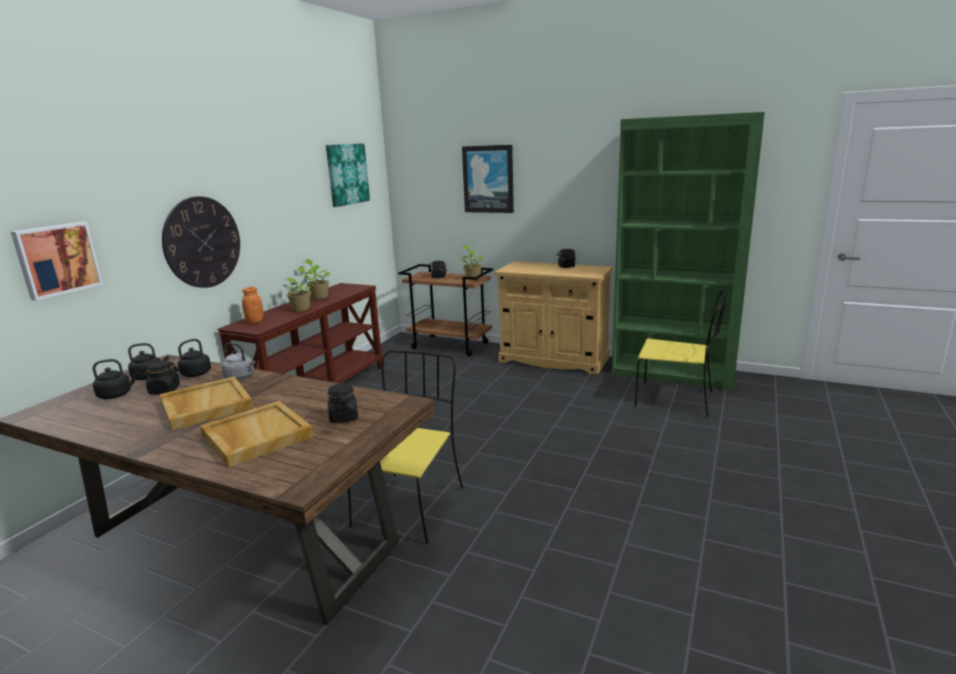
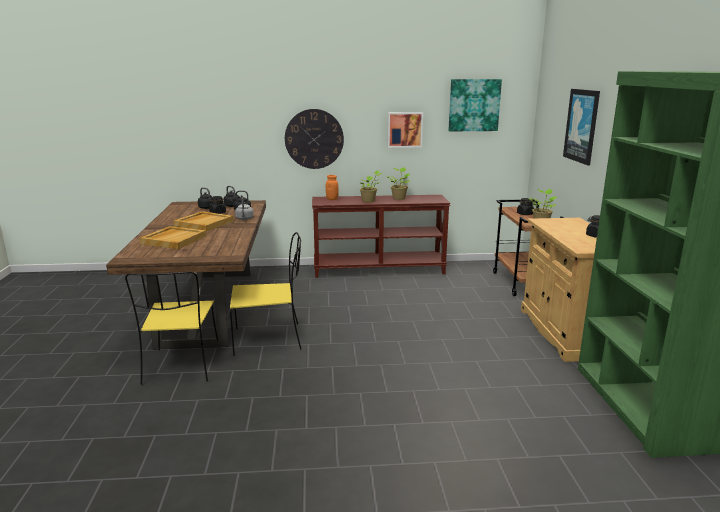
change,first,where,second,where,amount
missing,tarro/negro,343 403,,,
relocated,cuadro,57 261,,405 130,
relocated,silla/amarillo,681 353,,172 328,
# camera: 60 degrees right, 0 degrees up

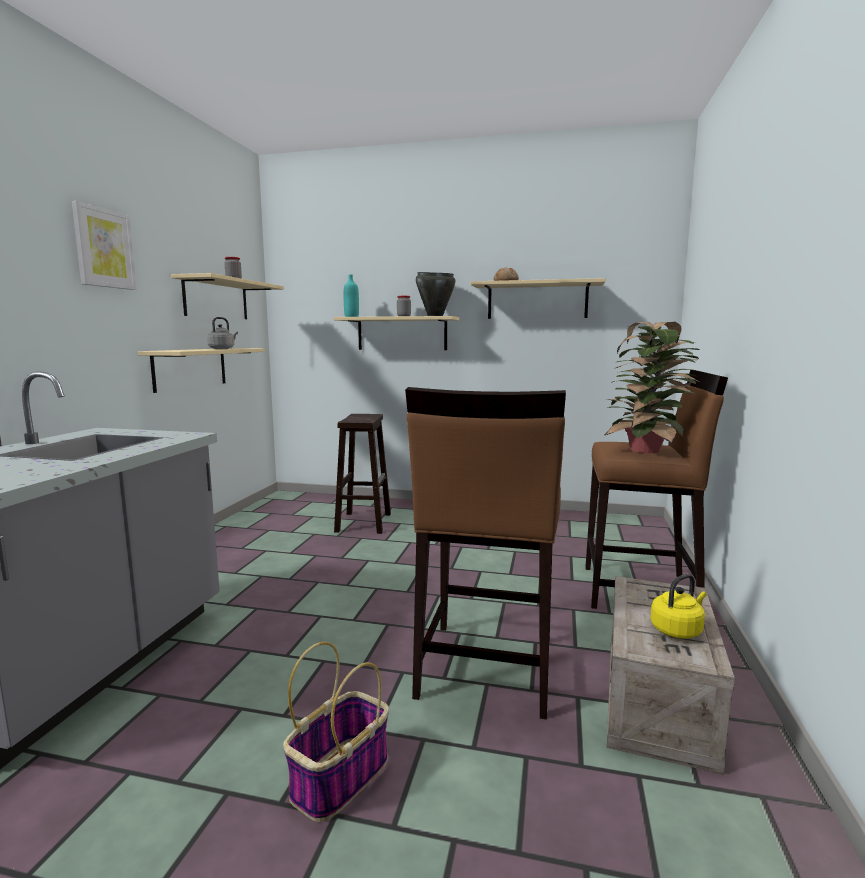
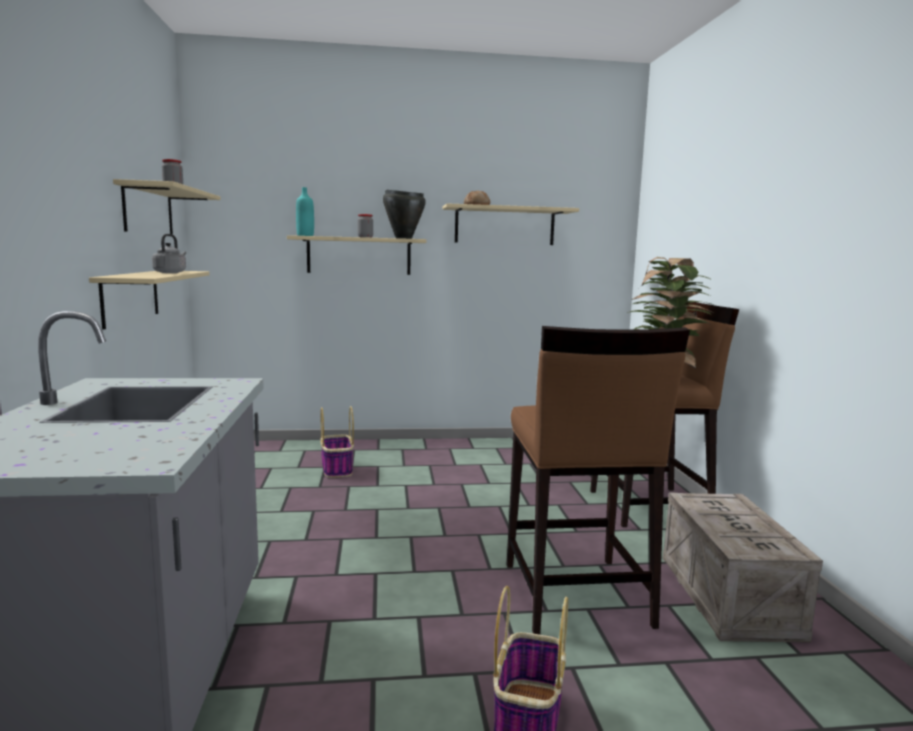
change,first,where,second,where,amount
missing,cuadro,104 245,,,
missing,hervidor/amarillo,678 606,,,
exchanged,taburete/marrón,362 474,cesta,337 442,
# camera: 20 degrees left, 0 degrees up

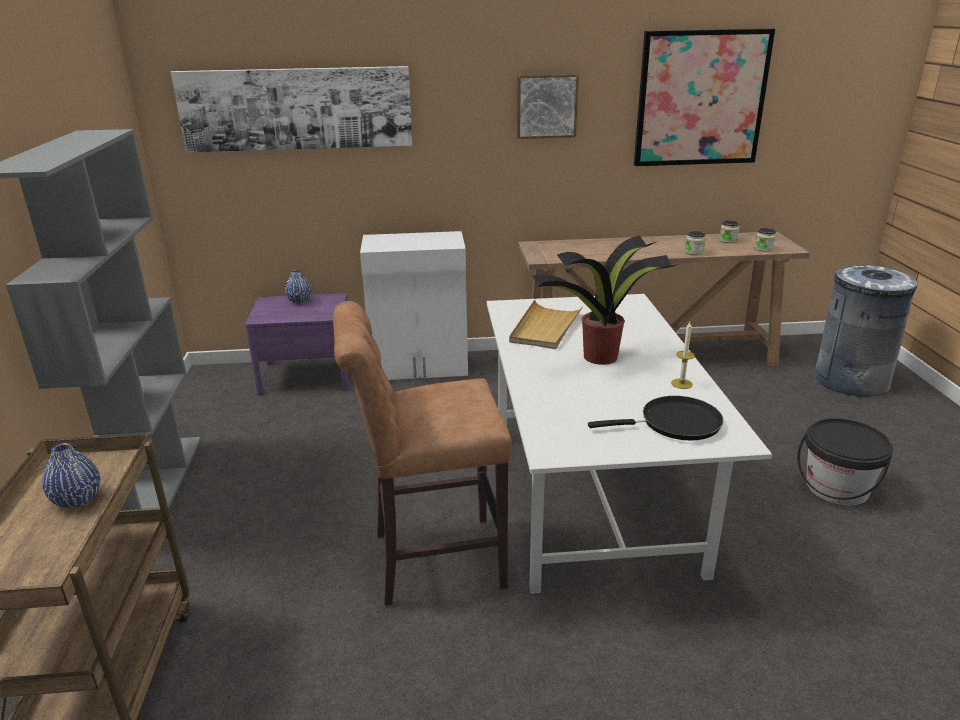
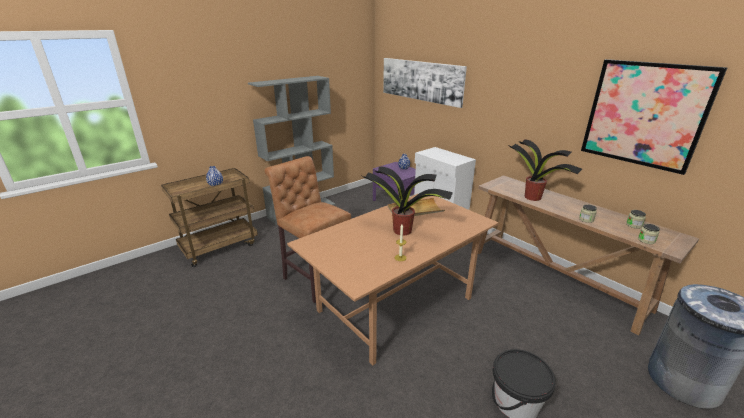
change,first,where,second,where,amount
missing,cuadro,548 106,,,
missing,sartén/negro,655 418,,,
appeared,,,planta en maceta,544 170,
colour,mesa de comedor/blanco,629 444,mesa de comedor/marrón,393 279,
# camera: 55 degrees right, 0 degrees up

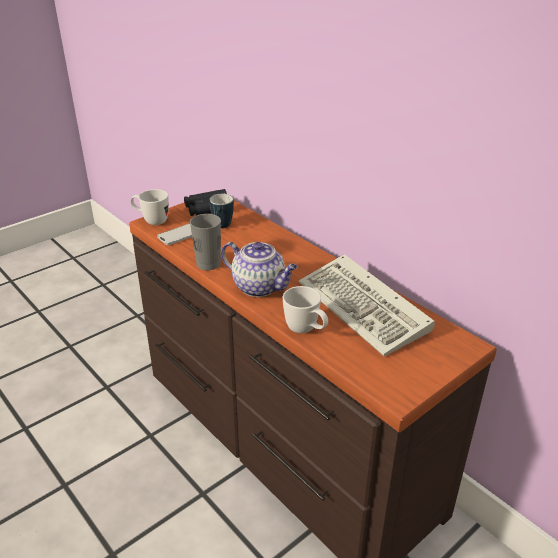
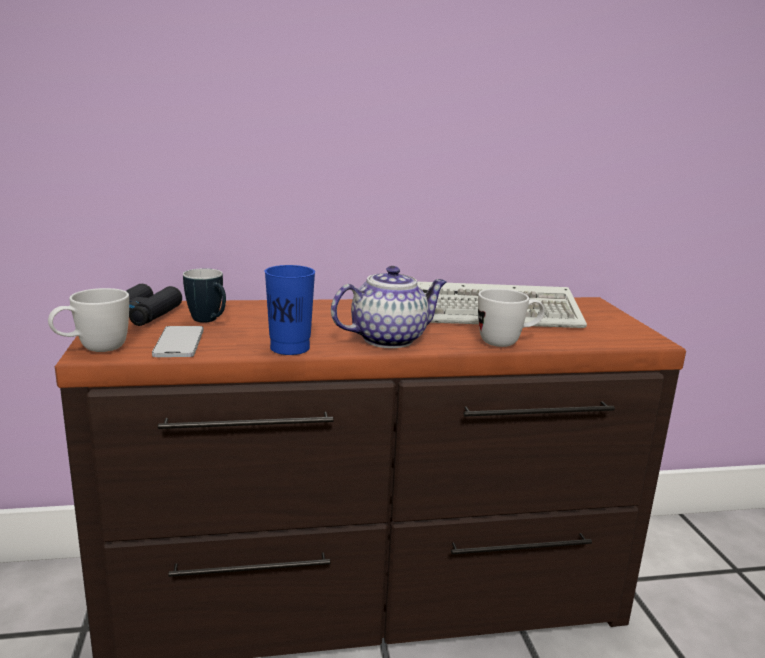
change,first,where,second,where,amount
colour,taza/gris,205 242,taza/azul,290 310,
# camera: 60 degrees left, 15 degrees down

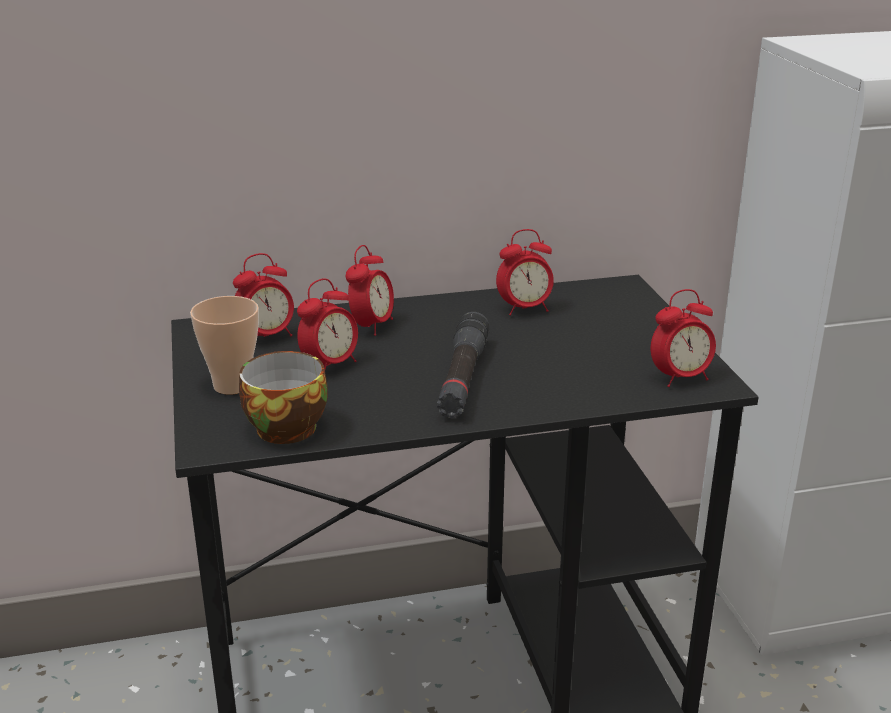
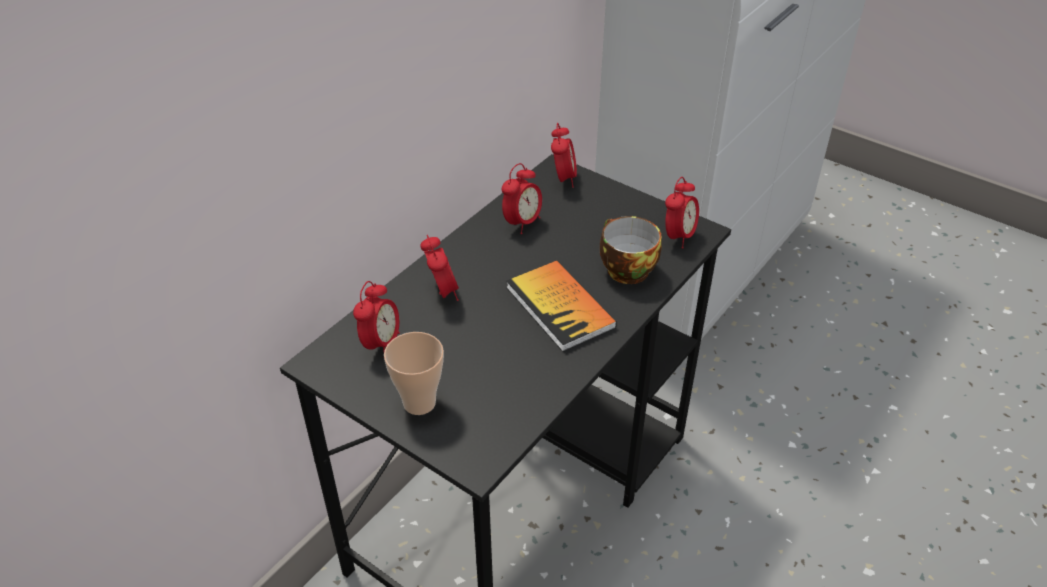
change,first,where,second,where,amount
relocated,taza,283 397,,631 250,
relocated,despertador,327 323,,564 155,
exchanged,linterna/negro,463 365,libro,561 306,
# camera: 40 degrees left, 15 degrees up

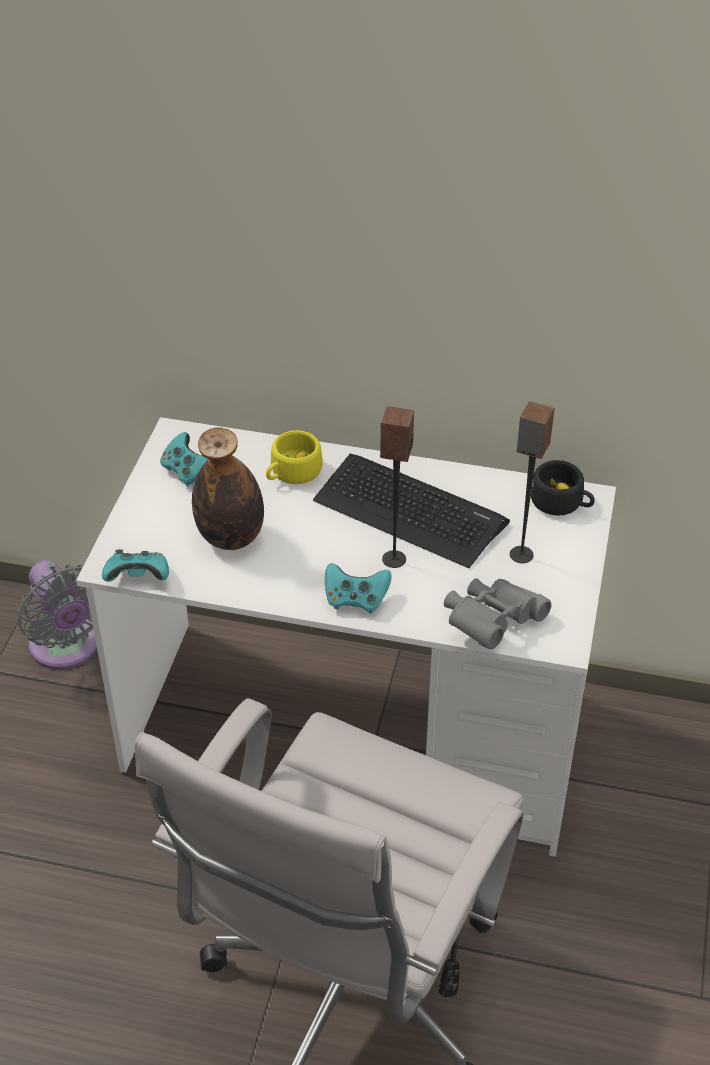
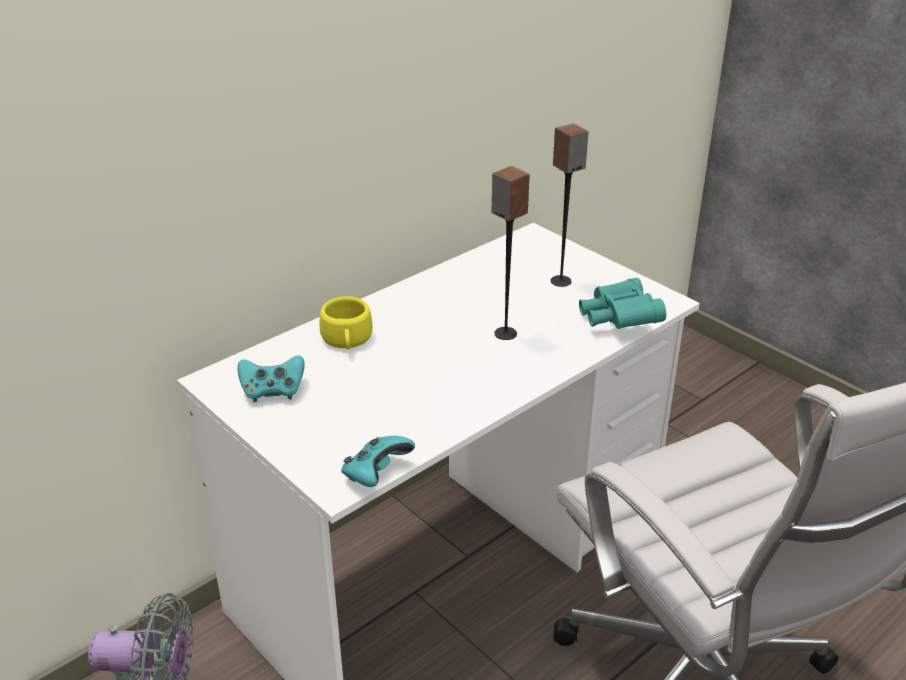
change,first,where,second,where,amount
missing,botella,228 488,,,
missing,teclado,411 511,,,
missing,mando de consola/turquesa,358 588,,,
missing,taza/negro,563 488,,,
colour,prismáticos/gris,497 613,prismáticos/turquesa,622 303,
# camera: 55 degrees left, 10 degrees down

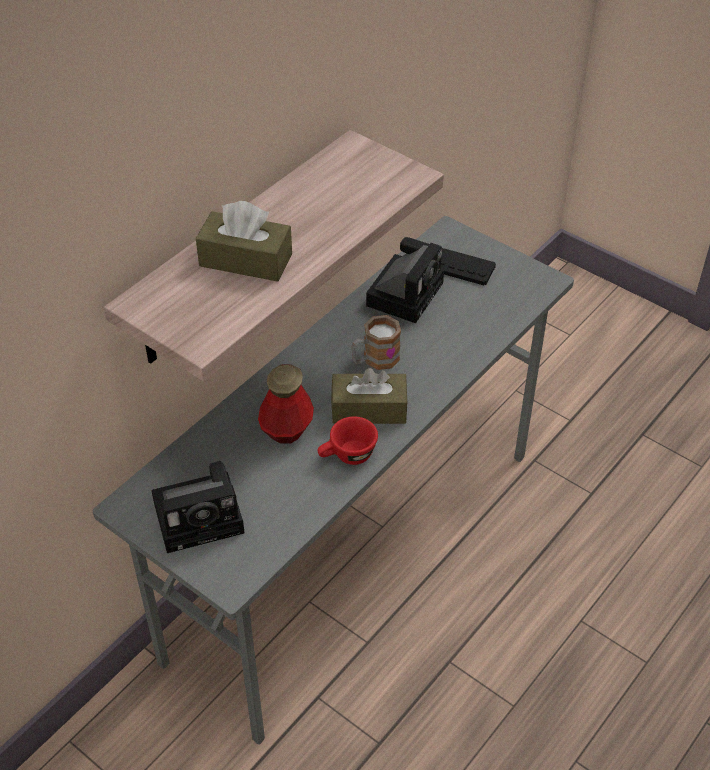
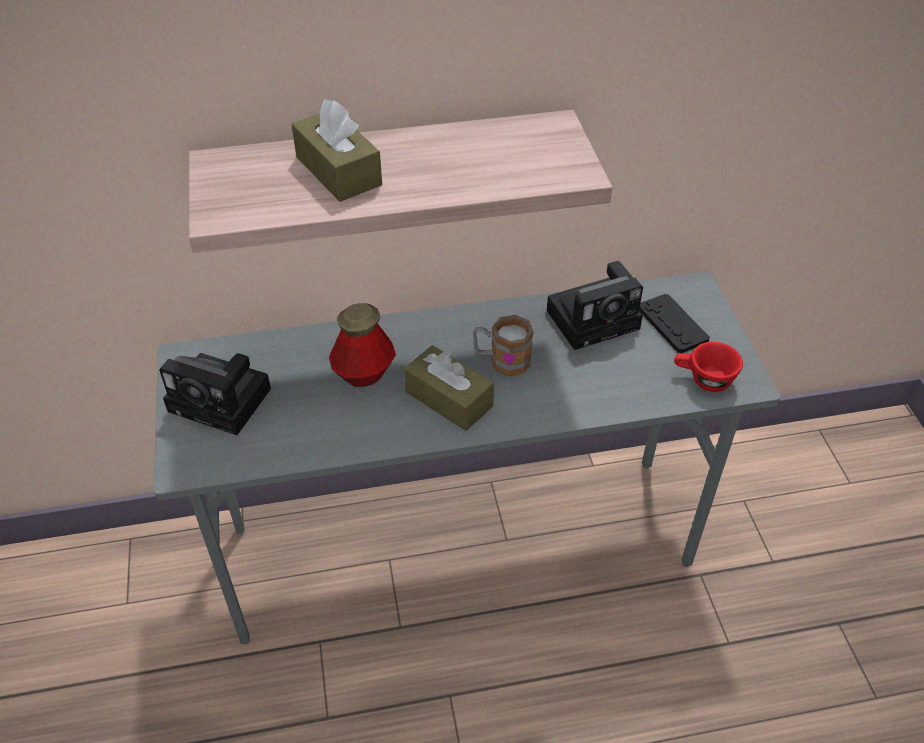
change,first,where,second,where,amount
relocated,taza/rojo,348 440,,708 367,
# camera: 40 degrees right, 0 degrees up

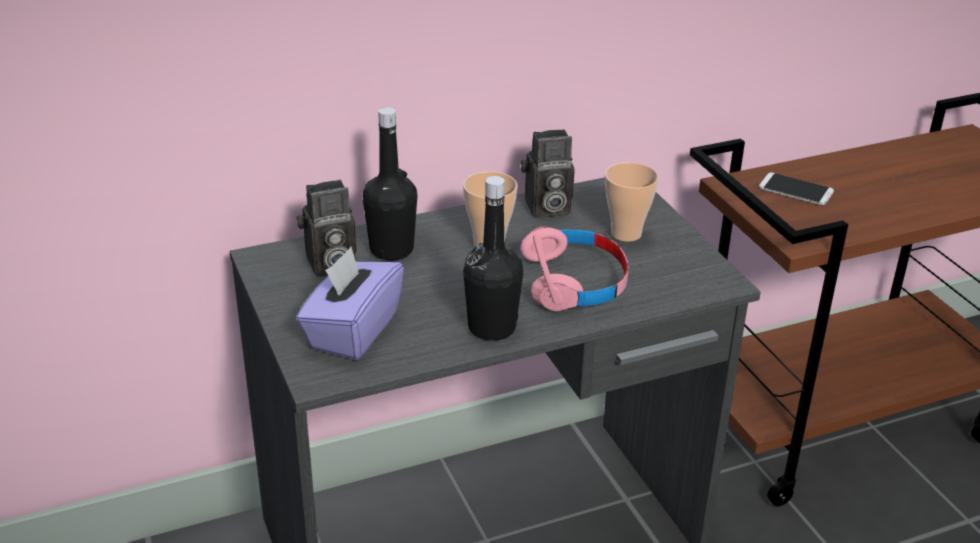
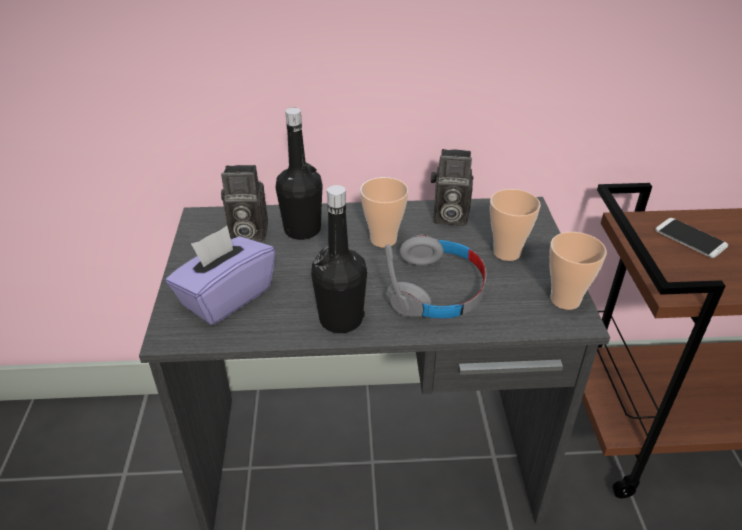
change,first,where,second,where,amount
appeared,,,taza,578 271,
colour,auriculares/rosa,574 269,auriculares/gris,436 276,
# camera: 20 degrees right, 5 degrees up

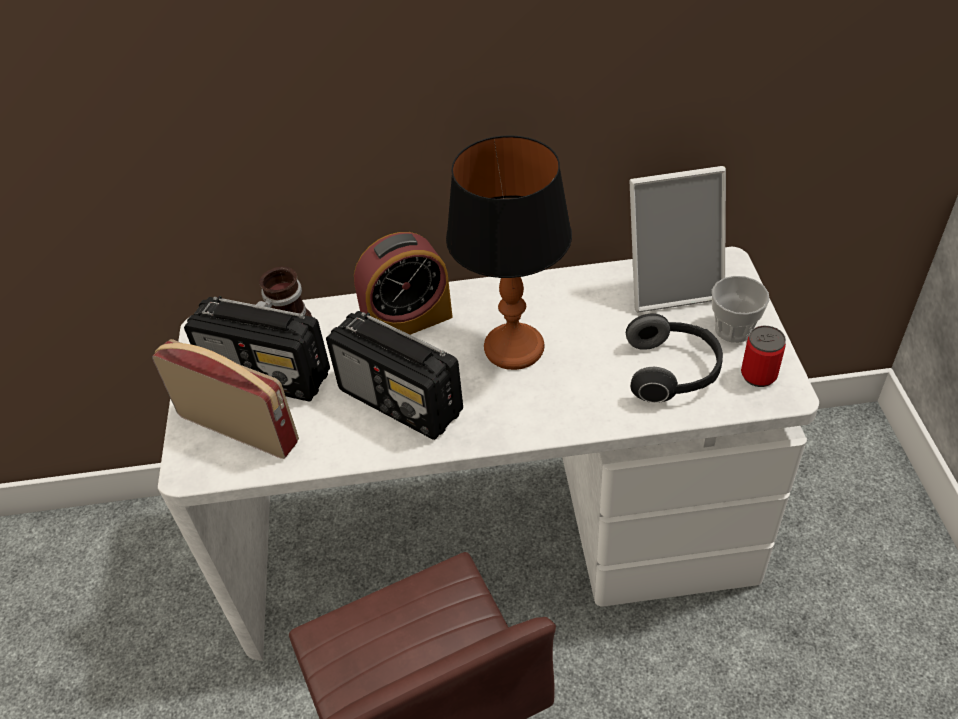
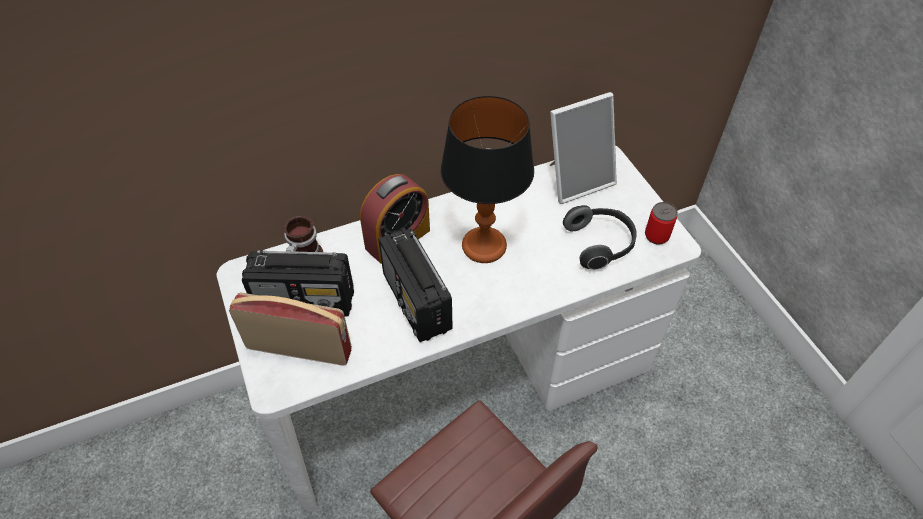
change,first,where,second,where,amount
missing,taza,740 309,,,
spun,radio,394 375,,415 285,45 degrees clockwise
# camera: 20 degrees left, 5 degrees up

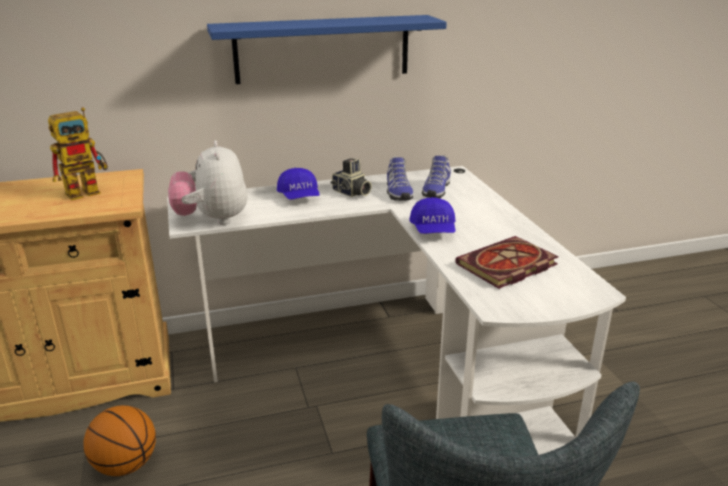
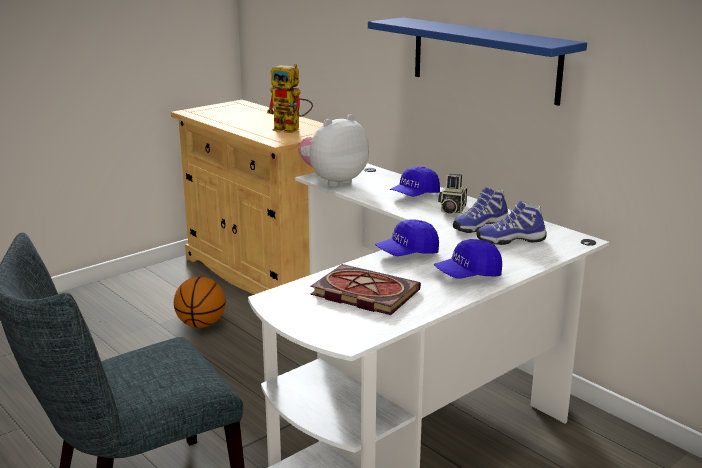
change,first,where,second,where,amount
appeared,,,gorra/azul,468 258,
# camera: 65 degrees right, 5 degrees down

